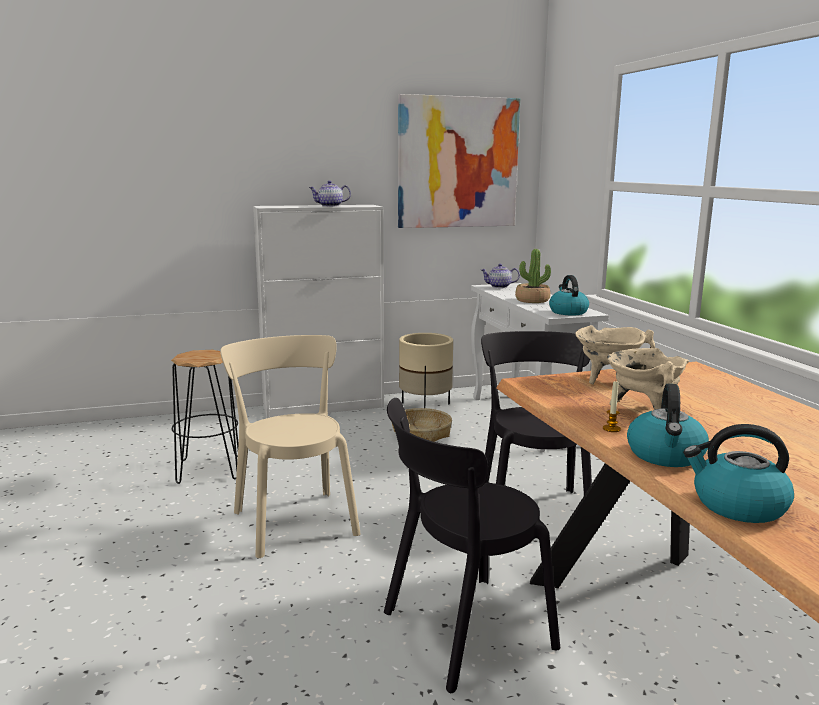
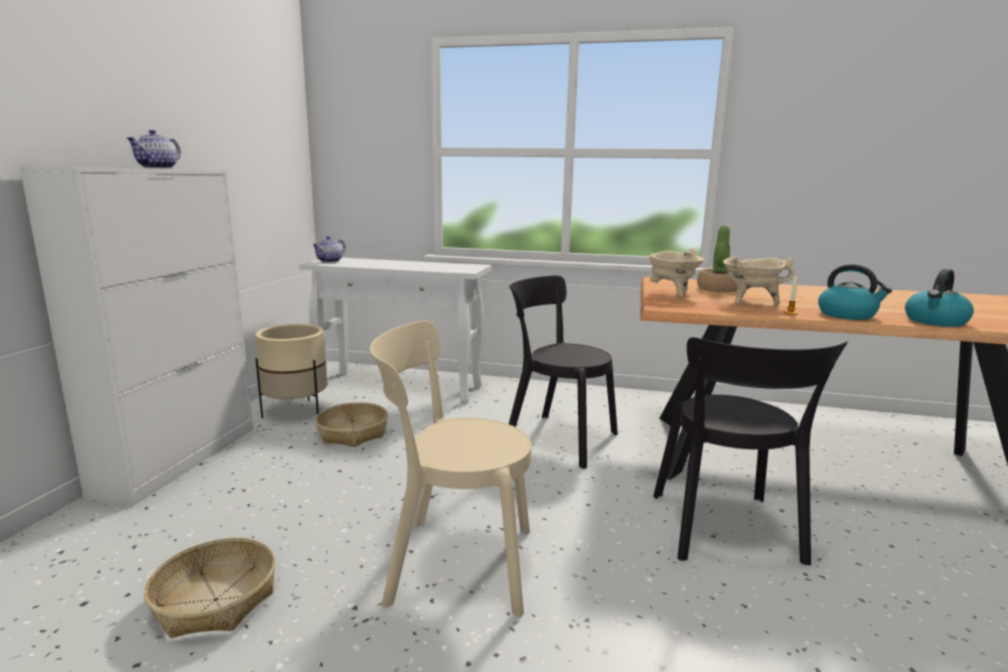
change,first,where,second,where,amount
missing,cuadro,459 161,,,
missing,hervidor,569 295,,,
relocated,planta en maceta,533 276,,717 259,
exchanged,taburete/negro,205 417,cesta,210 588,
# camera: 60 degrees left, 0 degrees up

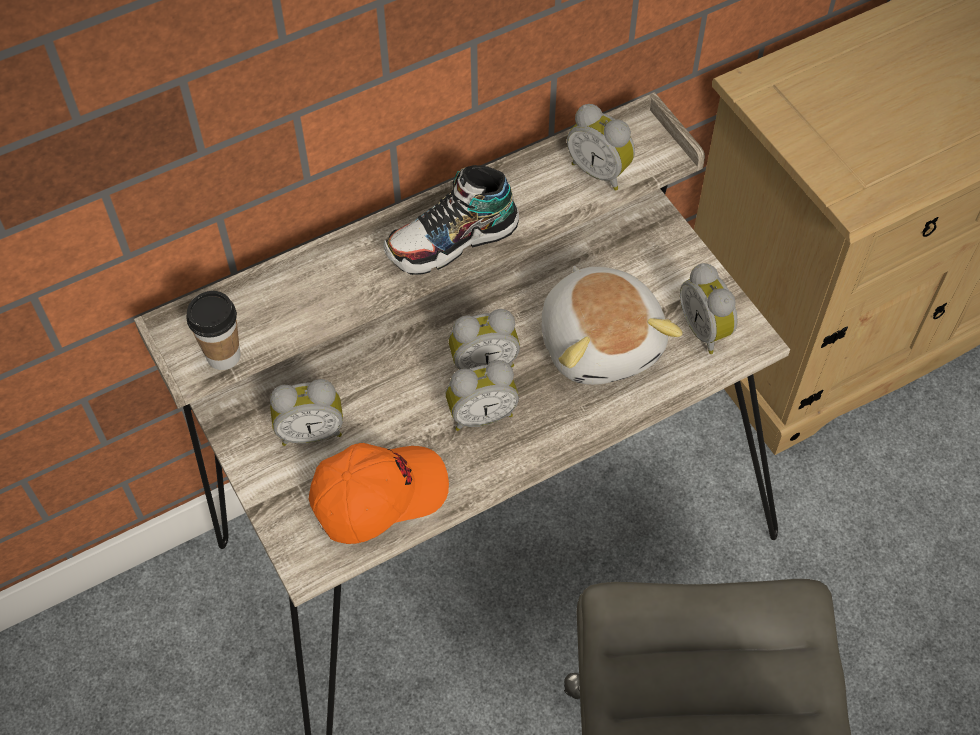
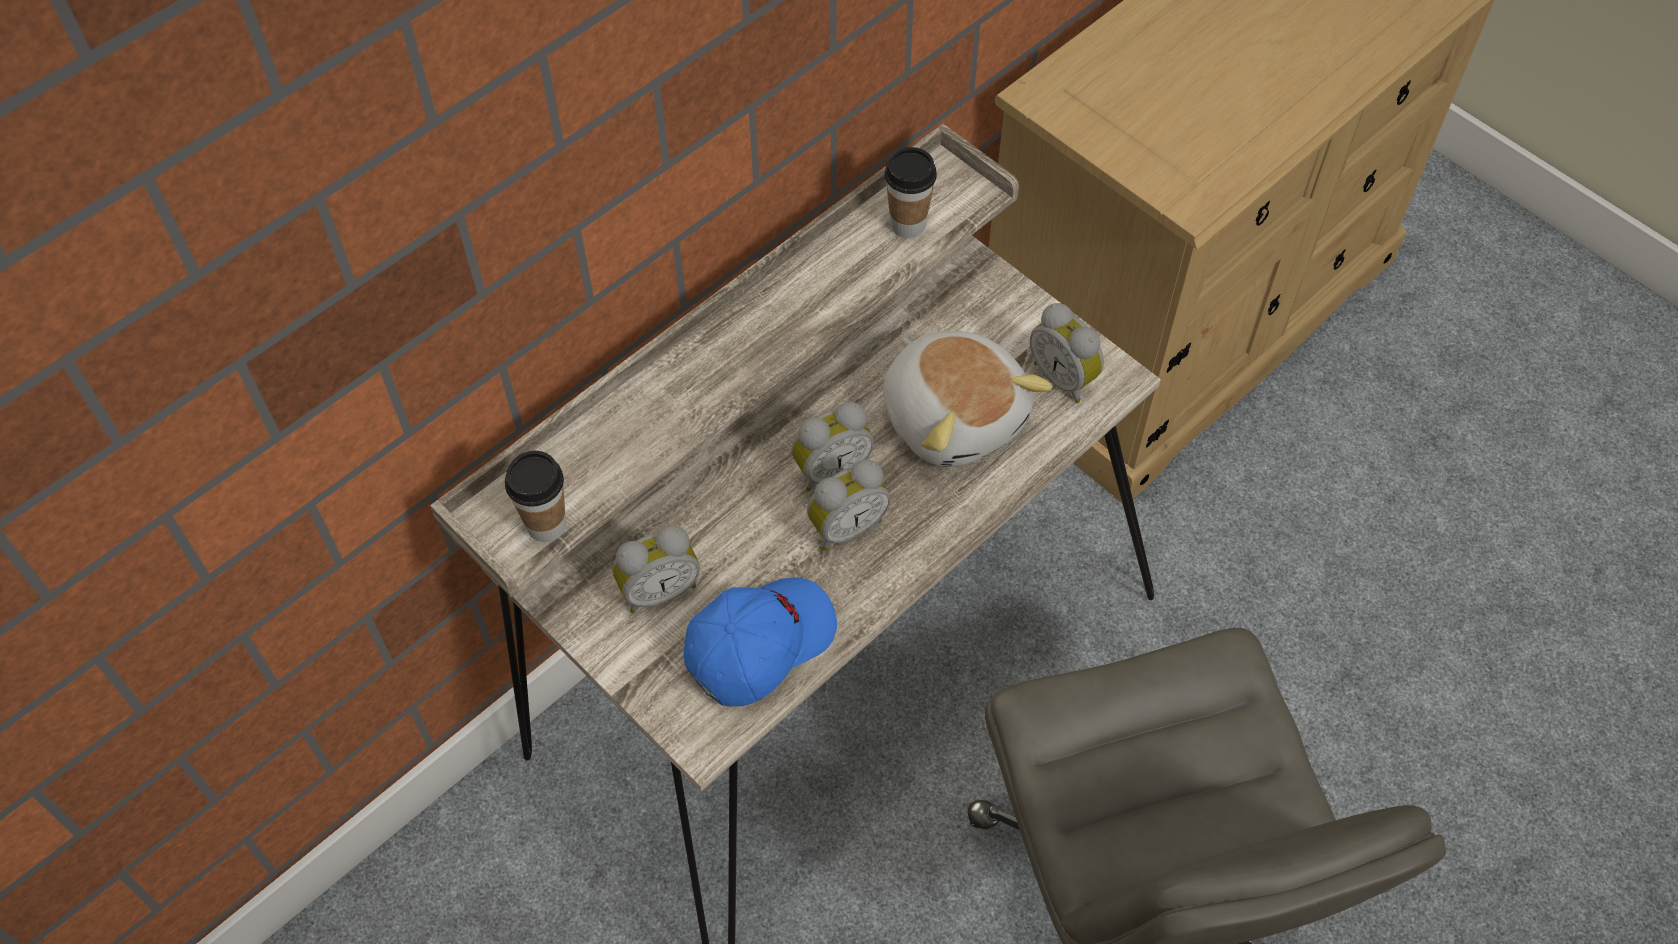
change,first,where,second,where,amount
missing,zapato,451 220,,,
exchanged,despertador,601 147,taza,911 192,
colour,gorra/naranja,379 493,gorra/azul,760 642,
# camera: 15 degrees left, 0 degrees up

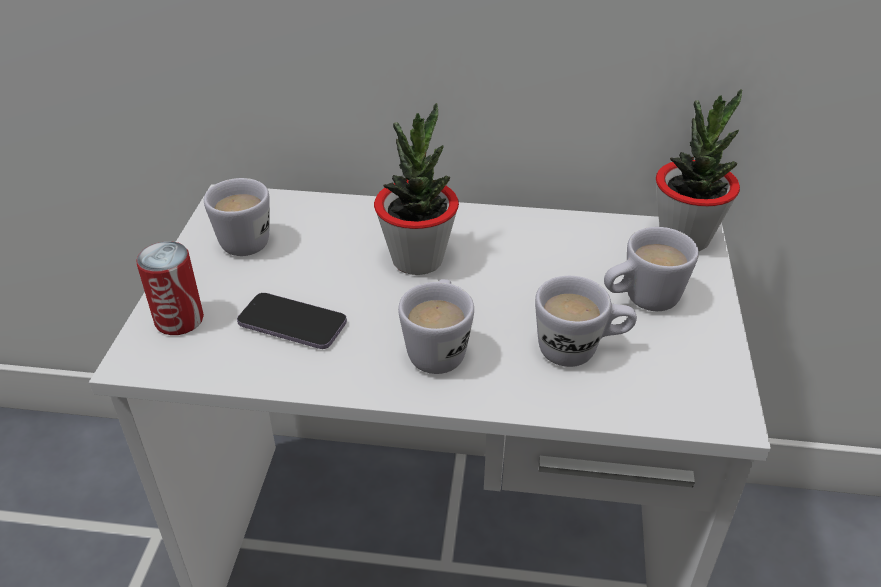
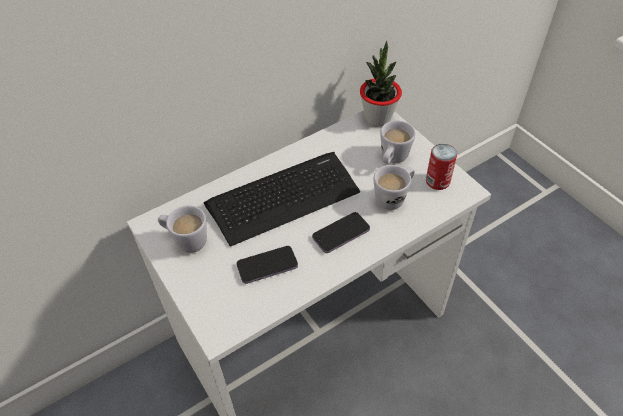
change,first,where,second,where,amount
relocated,lata,170 288,,441 167,
exchanged,planta en maceta,416 189,teclado,282 199,
exchanged,taza grande/blanco,436 326,móvil,341 232,
# camera: 40 degrees left, 10 degrees up

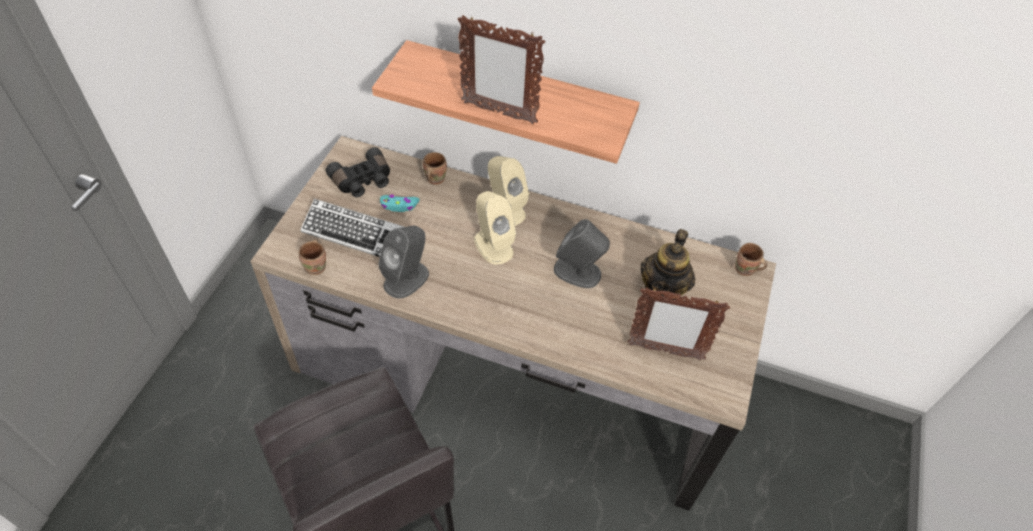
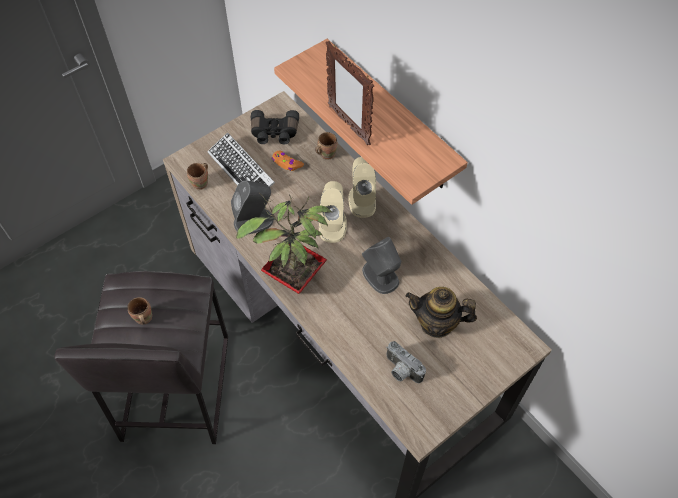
change,first,where,second,where,amount
appeared,,,planta en maceta,284 243,
relocated,taza grande/marrón,751 259,,139 311,
exchanged,portarretratos,678 324,cámara,406 362,
colour,mando de consola/turquesa,399 203,mando de consola/naranja,288 160,
spun,tetera,667 264,,441 312,45 degrees clockwise
# camera: 35 degrees right, 5 degrees up

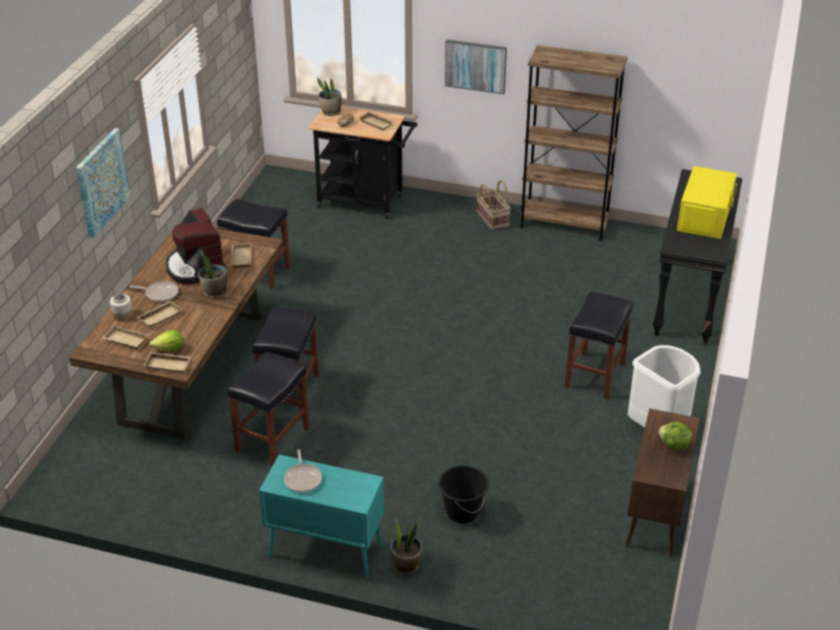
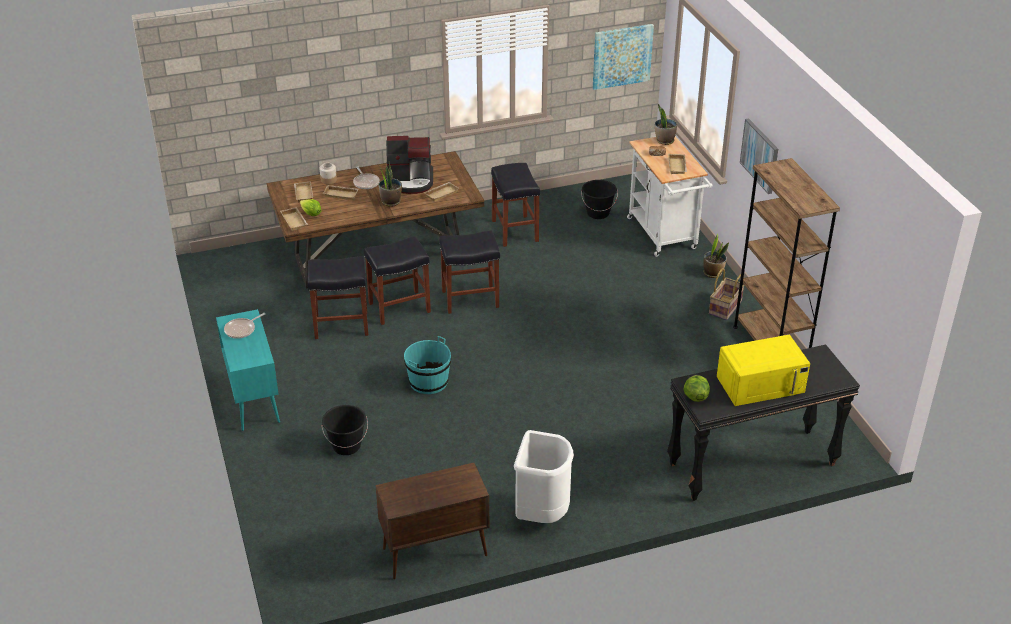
change,first,where,second,where,amount
appeared,,,cubo/turquesa,427 365,
appeared,,,cubo/negro,599 199,
relocated,cuadro,103 183,,623 57,
relocated,planta en maceta,406 546,,716 255,
relocated,taburete/negro,598 345,,469 272,
relocated,lechuga,675 436,,697 388,
colour,carrito/negro,362 163,carrito/blanco,670 196,
spun,cafetera,196 246,,409 165,120 degrees counterclockwise
# camera: 55 degrees right, 0 degrees up

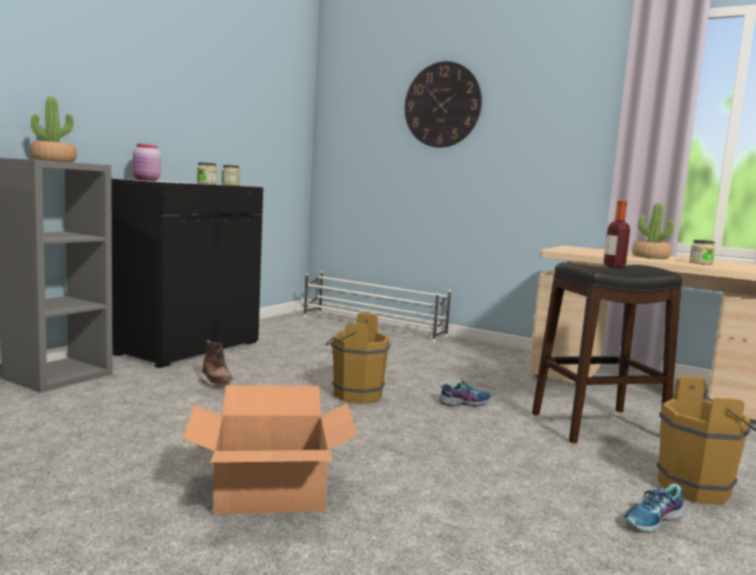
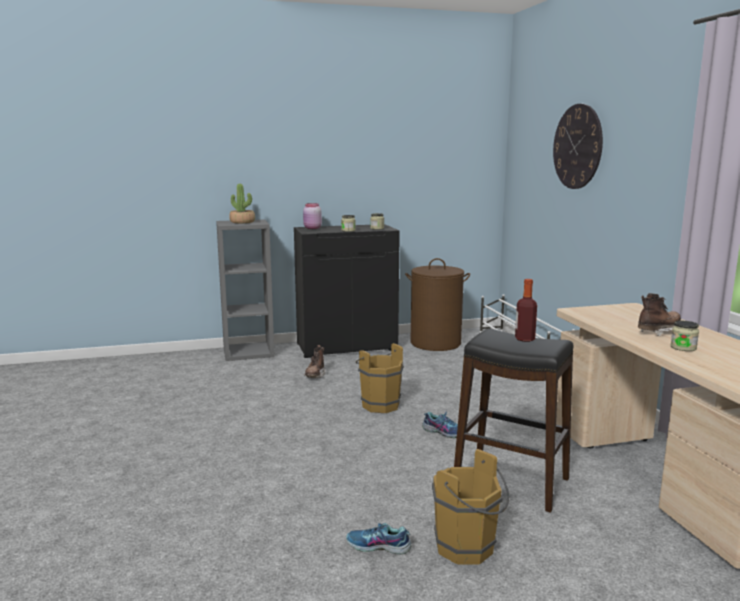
change,first,where,second,where,amount
missing,caja de cartón,270 449,,,
appeared,,,cesto de la ropa/marrón,437 304,
exchanged,planta en maceta,653 231,bota/marrón,659 314,
# camera: 45 degrees right, 5 degrees up

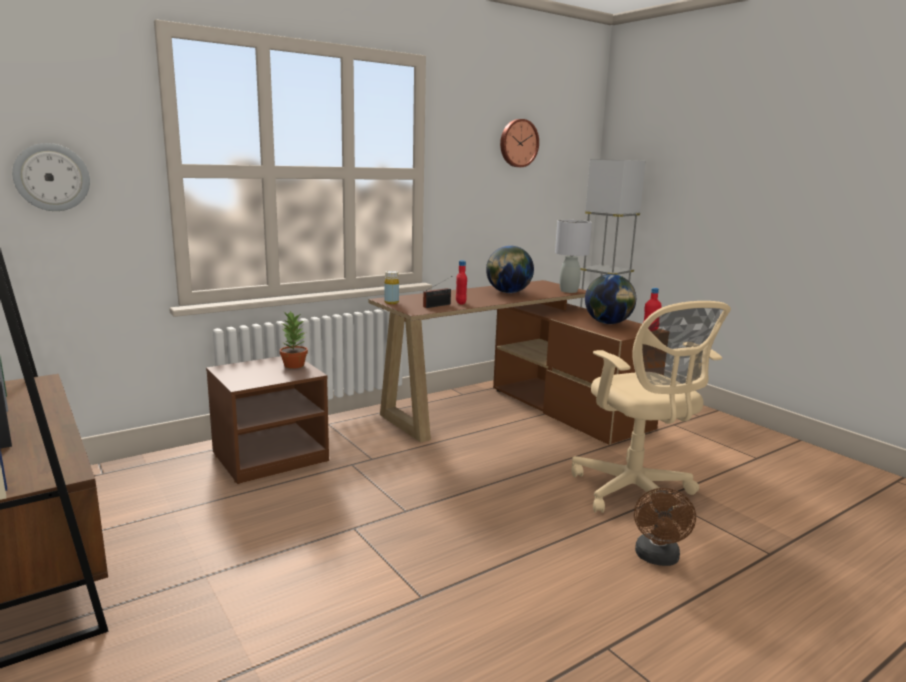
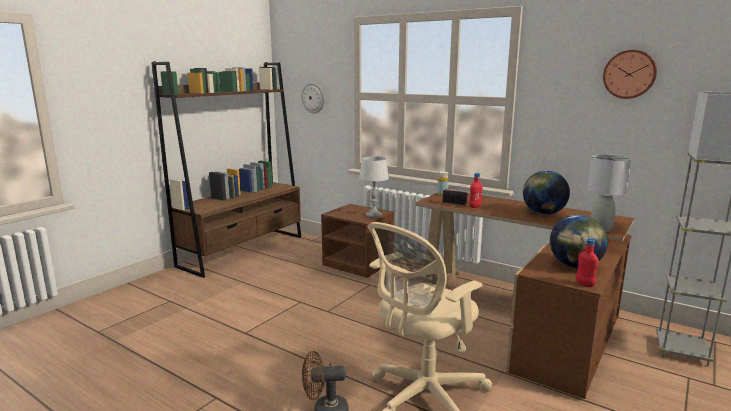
change,first,where,second,where,amount
exchanged,planta en maceta,294 340,lámpara de mesa/gris,374 187,
# camera: 70 degrees right, 0 degrees up

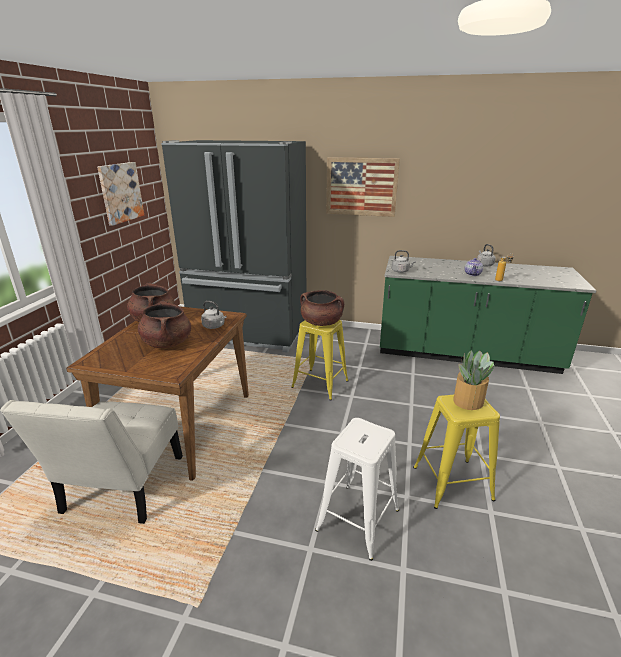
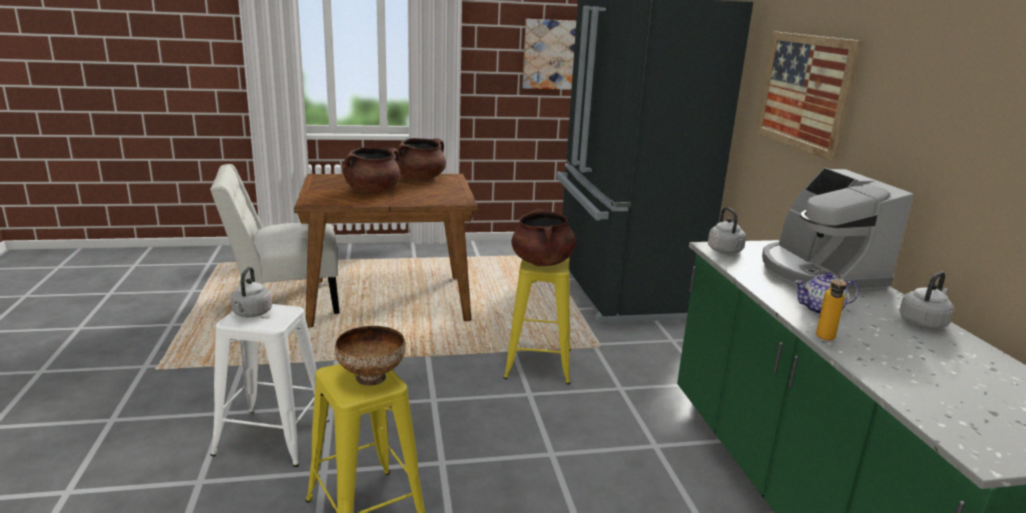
change,first,where,second,where,amount
appeared,,,cafetera,838 230,
relocated,hervidor/gris,214 315,,251 292,
exchanged,planta en maceta,474 380,cuenco,370 356,
# camera: 65 degrees right, 5 degrees down

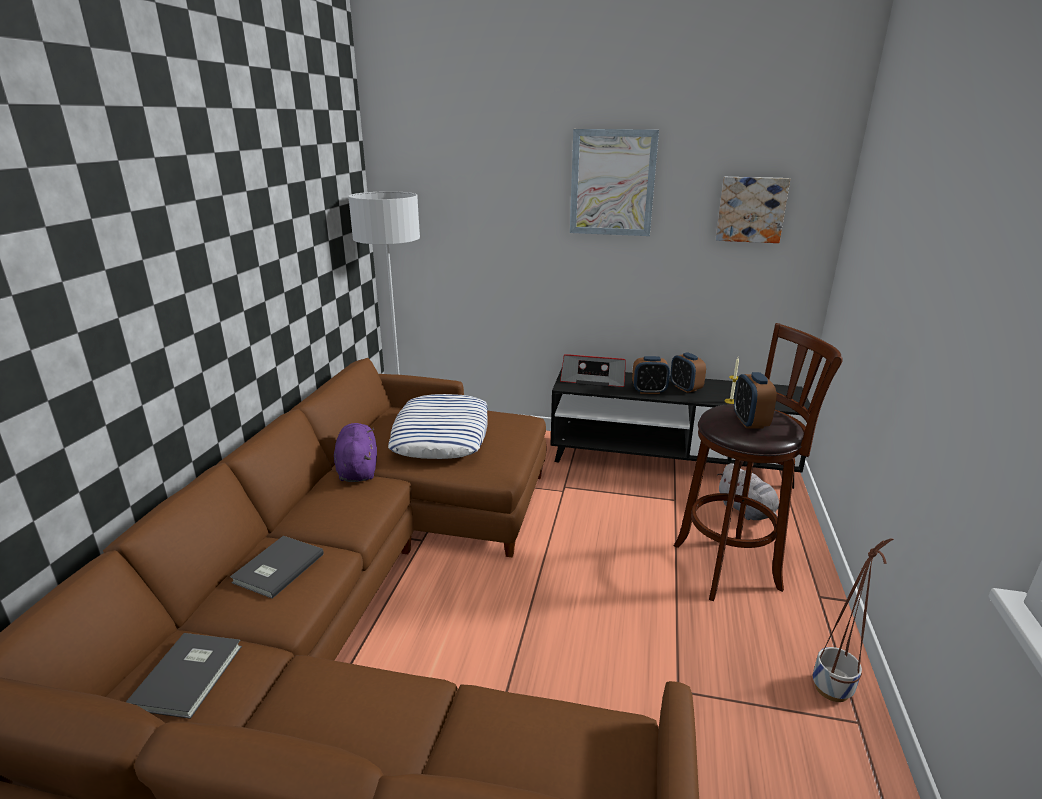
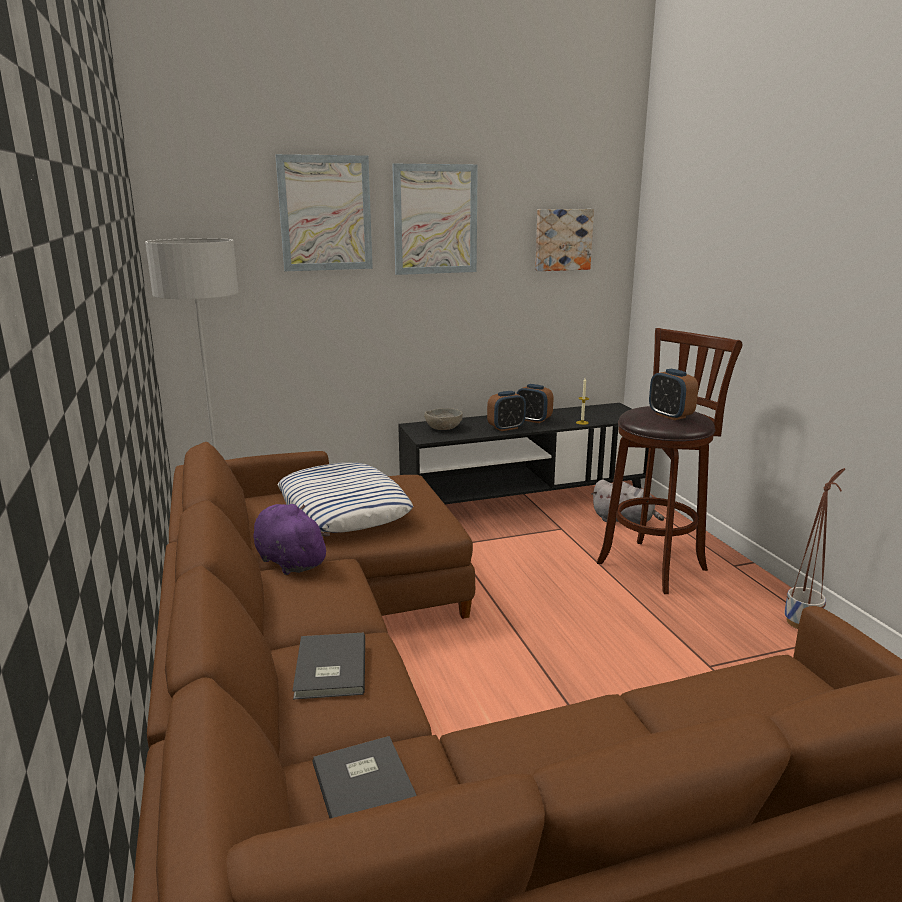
change,first,where,second,where,amount
appeared,,,cuadro,324 212,
exchanged,radio,593 370,cuenco/gris,443 419,
# camera: 30 degrees left, 5 degrees down

